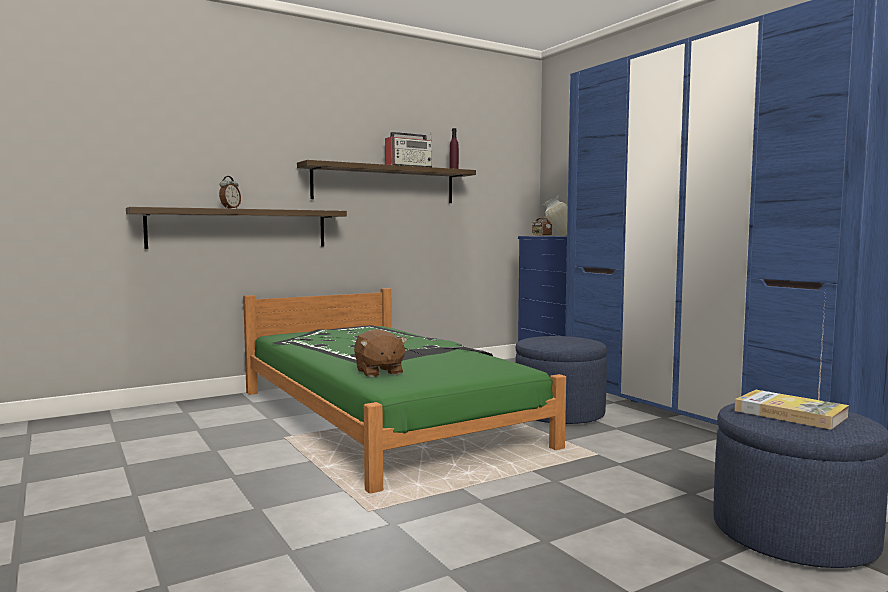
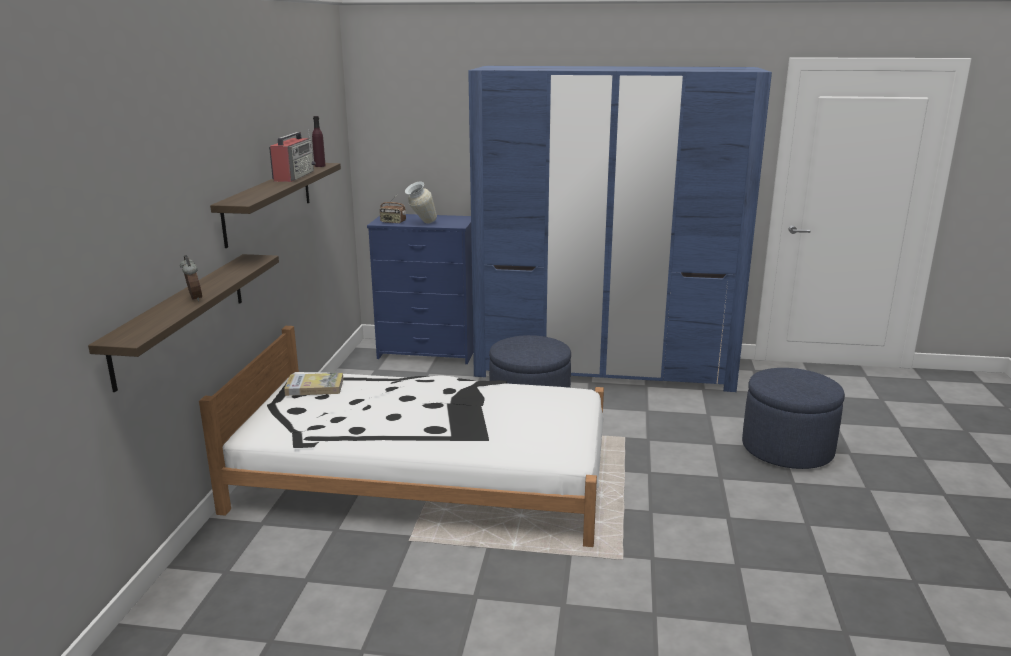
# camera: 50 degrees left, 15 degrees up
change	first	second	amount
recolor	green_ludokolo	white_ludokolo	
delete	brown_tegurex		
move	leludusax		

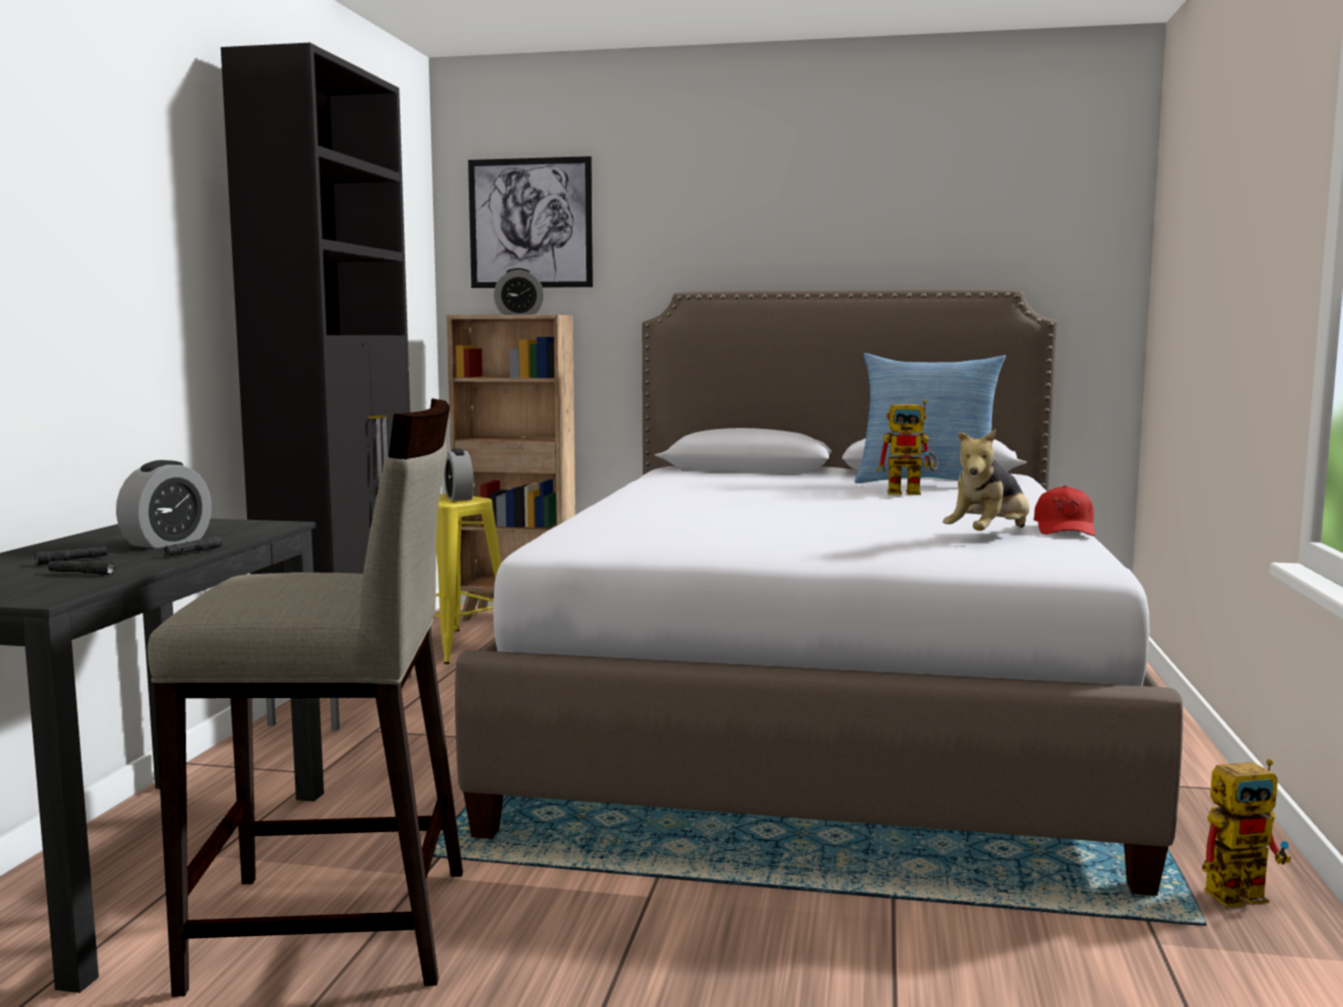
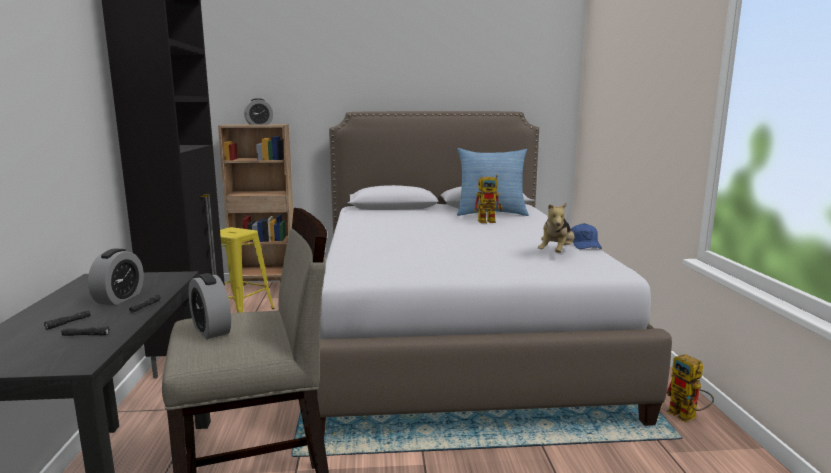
# camera: 15 degrees left, 5 degrees up
change	first	second	amount
move	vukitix (2nd from left)		
delete	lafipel		
recolor	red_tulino	blue_tulino	
rotate	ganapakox (2nd from left)		90 degrees clockwise

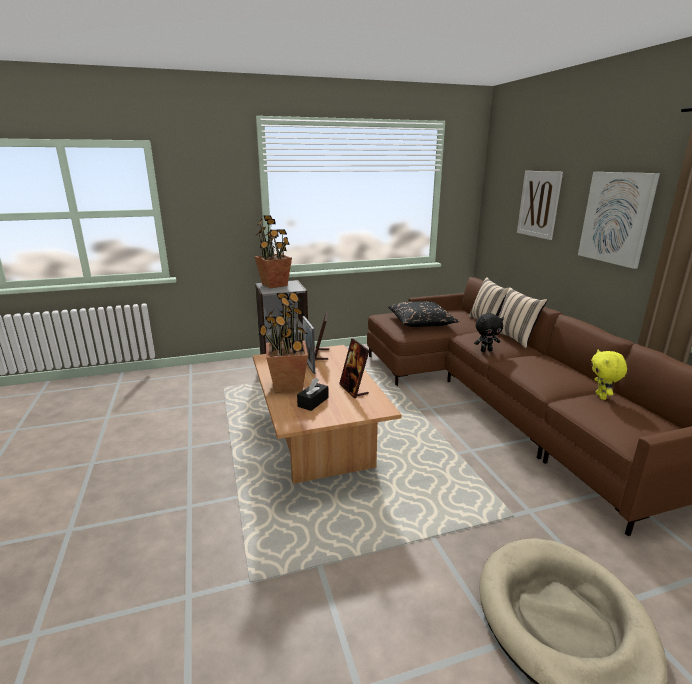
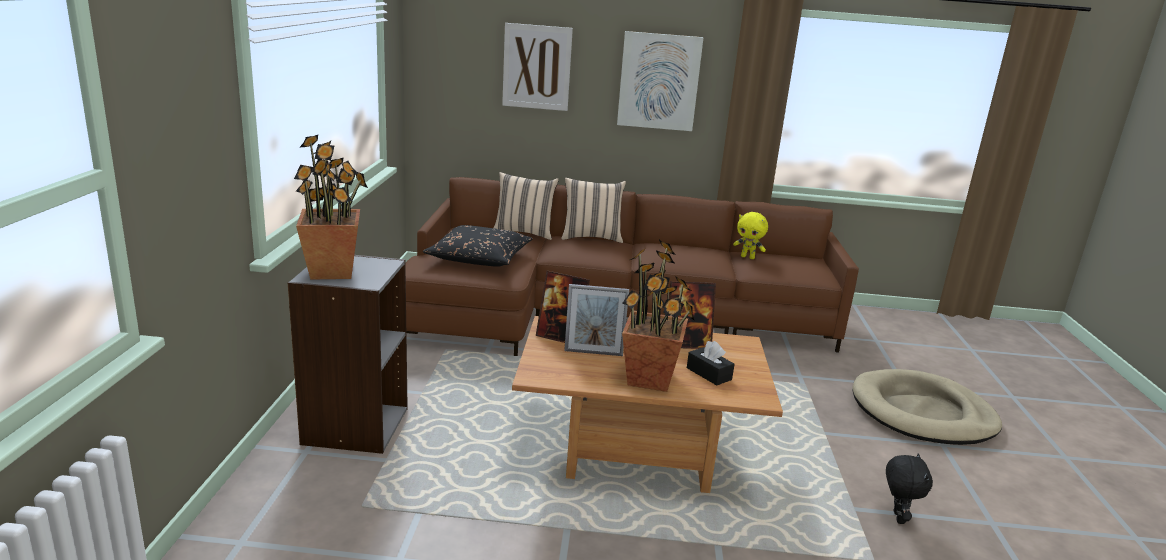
# camera: 70 degrees left, 0 degrees up
change	first	second	amount
move	black_tegurex		

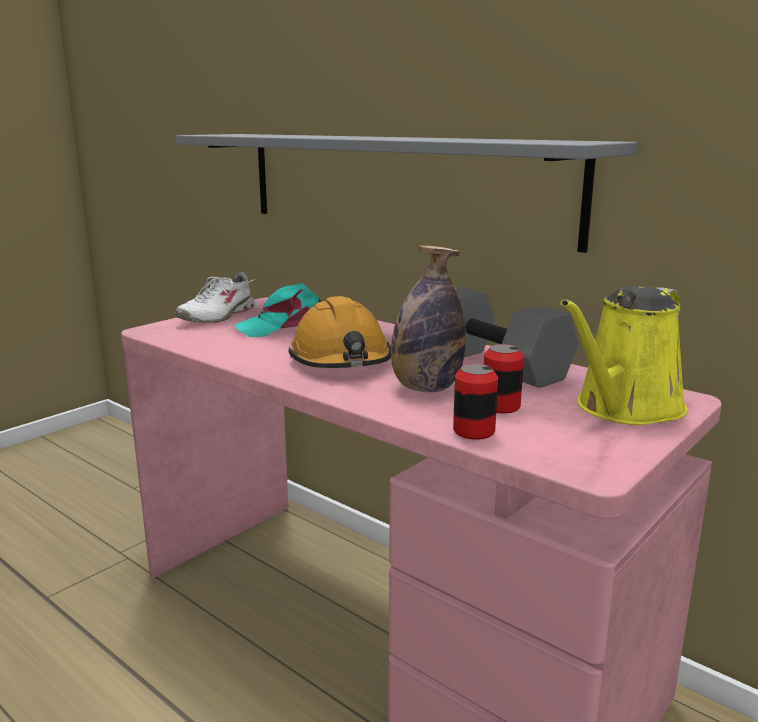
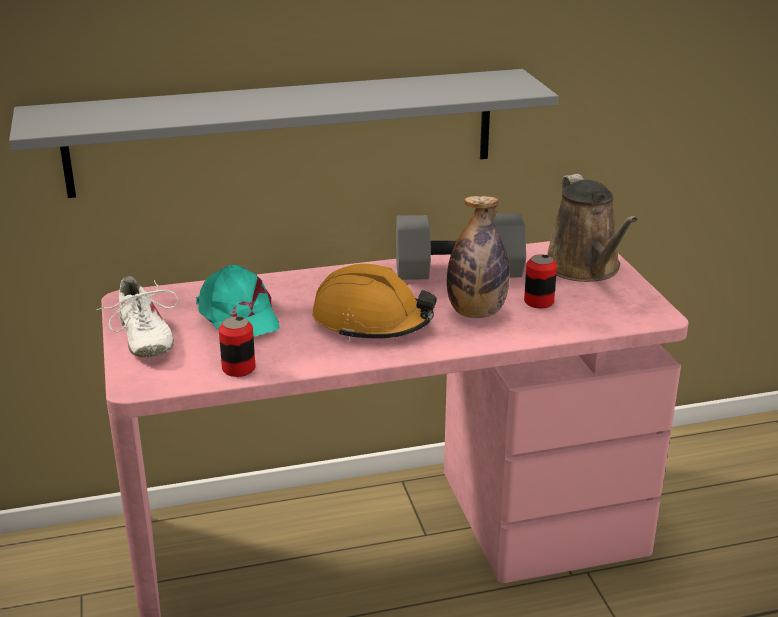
# camera: 55 degrees left, 10 degrees up
change	first	second	amount
rotate	turquoise_tulino		45 degrees counterclockwise
move	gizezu (1st from left)		
recolor	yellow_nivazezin	brown_nivazezin	

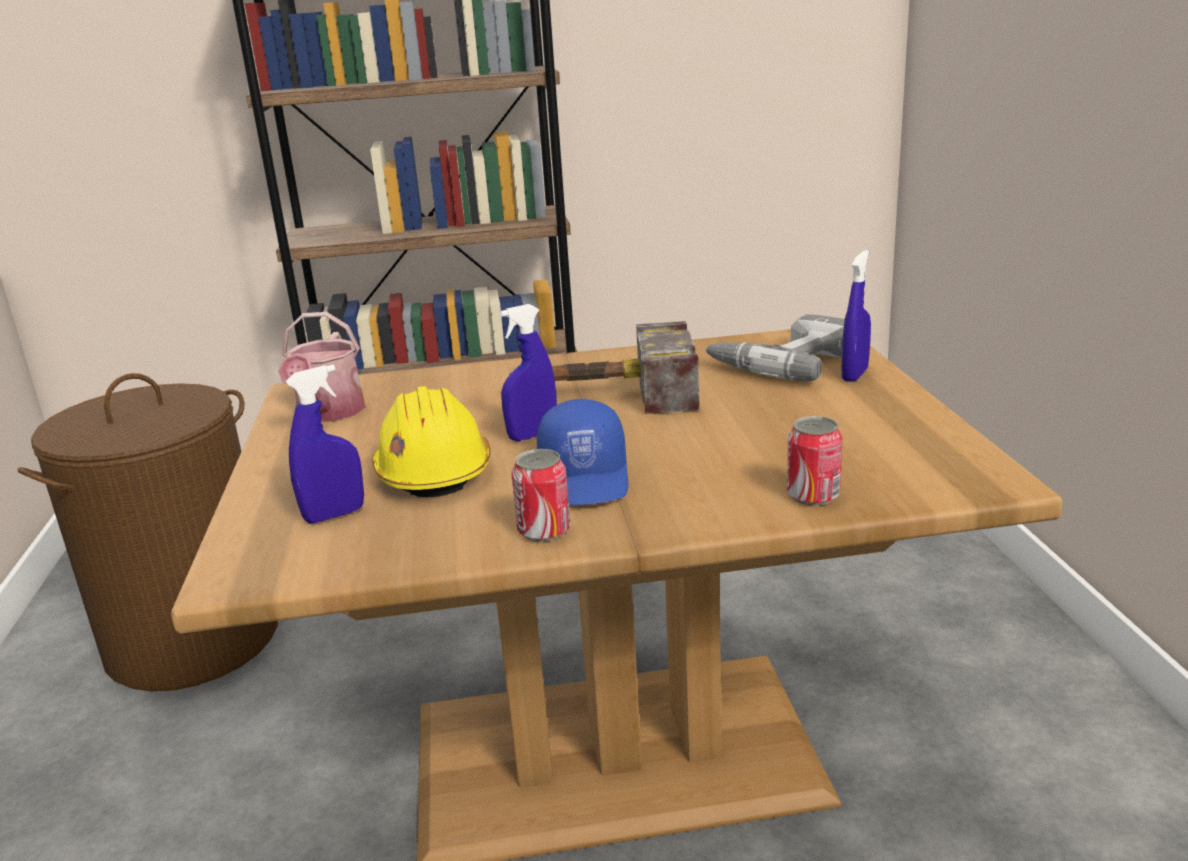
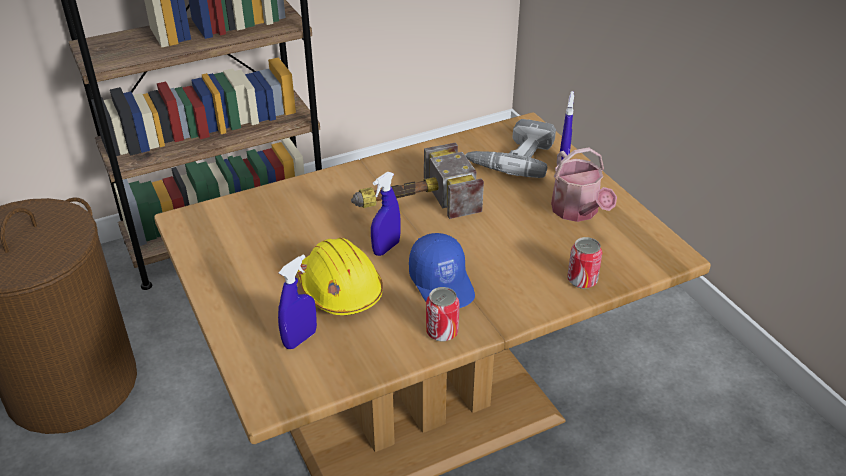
# camera: 20 degrees left, 15 degrees up
change	first	second	amount
move	nivazezin		

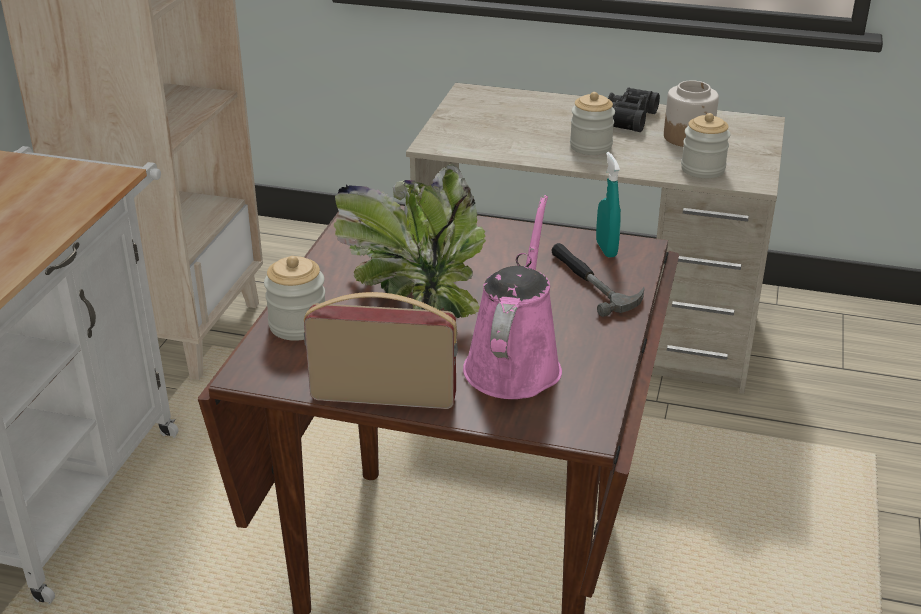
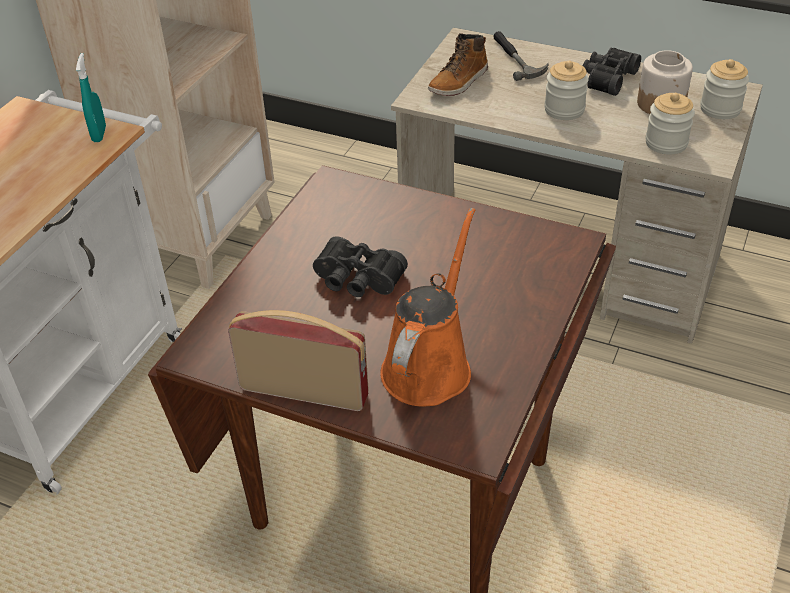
# camera: 10 degrees right, 10 degrees up
change	first	second	amount
move	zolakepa (1st from left in the first image)	zolakepa (4th from left)	
replace	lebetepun	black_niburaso (1st from left)	
recolor	pink_nivazezin	orange_nivazezin	
move	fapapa		
move	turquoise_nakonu		
insert		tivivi	

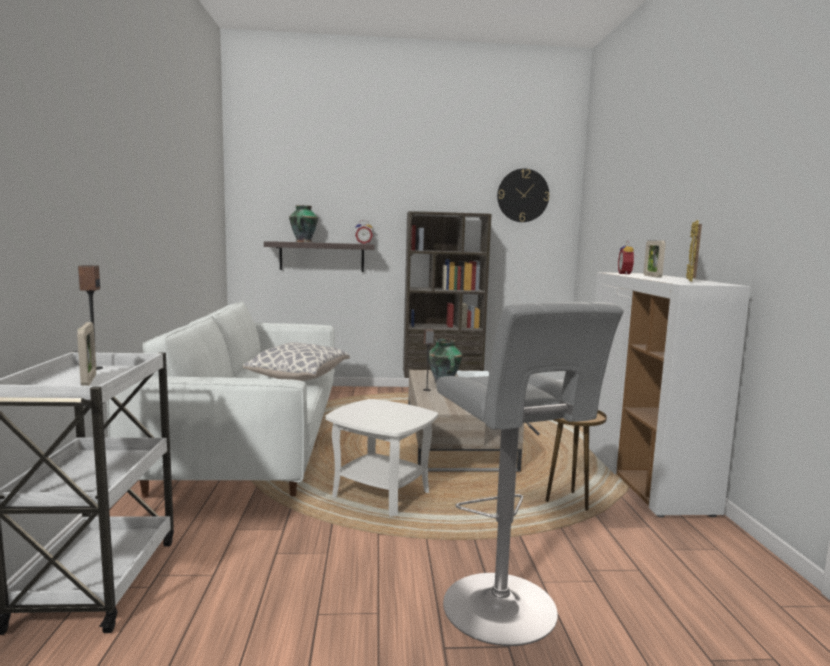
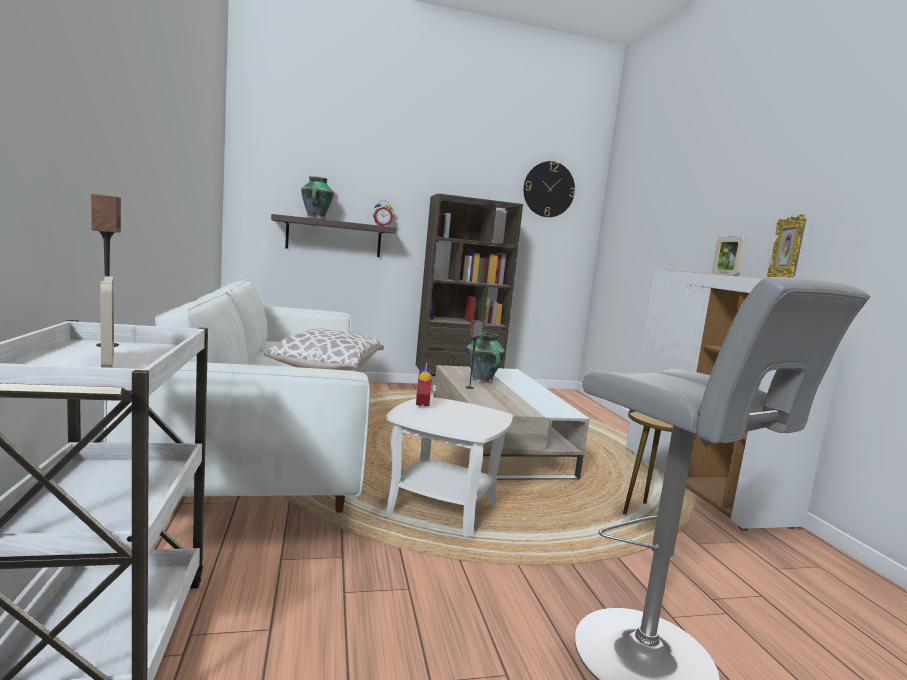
# camera: 10 degrees left, 0 degrees up
change	first	second	amount
move	vukitix (2nd from left)		

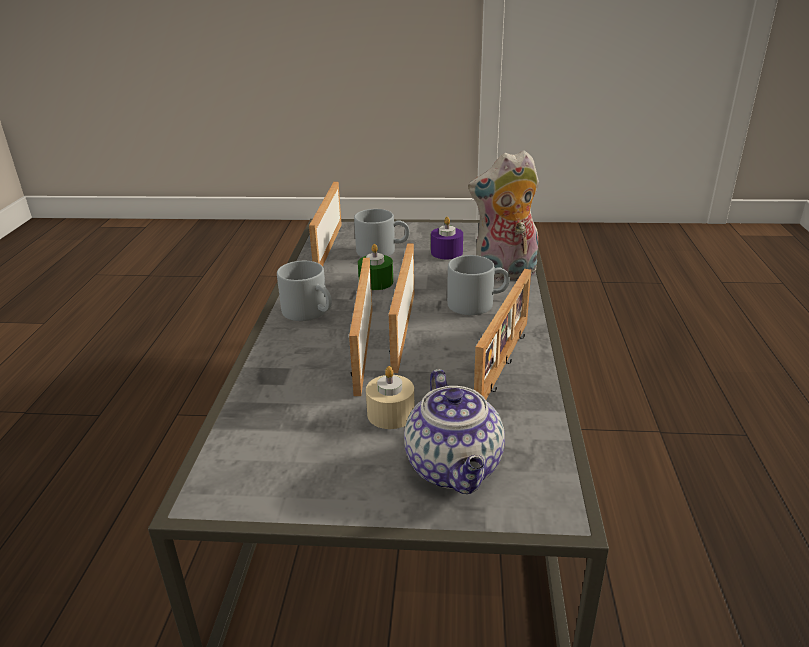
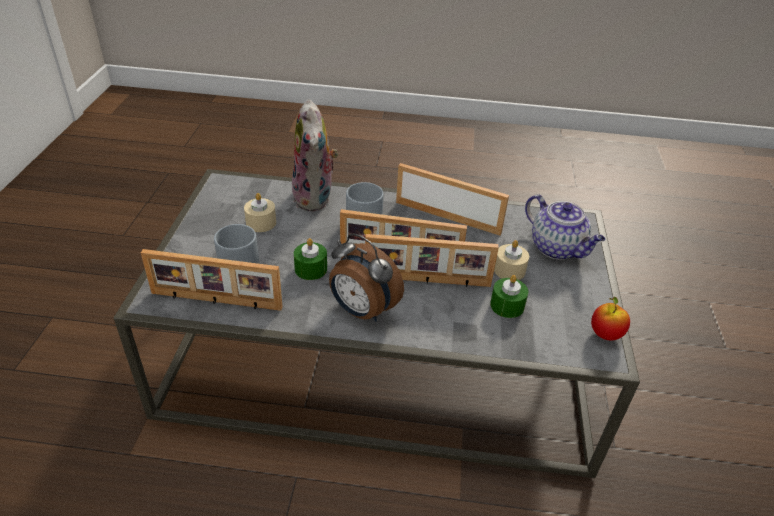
# camera: 90 degrees left, 10 degrees up
change	first	second	amount
replace	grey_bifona (1st from left)	vukitix	
rotate	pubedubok		60 degrees clockwise
recolor	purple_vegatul	beige_vegatul (1st from left)	
insert		green_vegatul (2nd from left)	
insert		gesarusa	

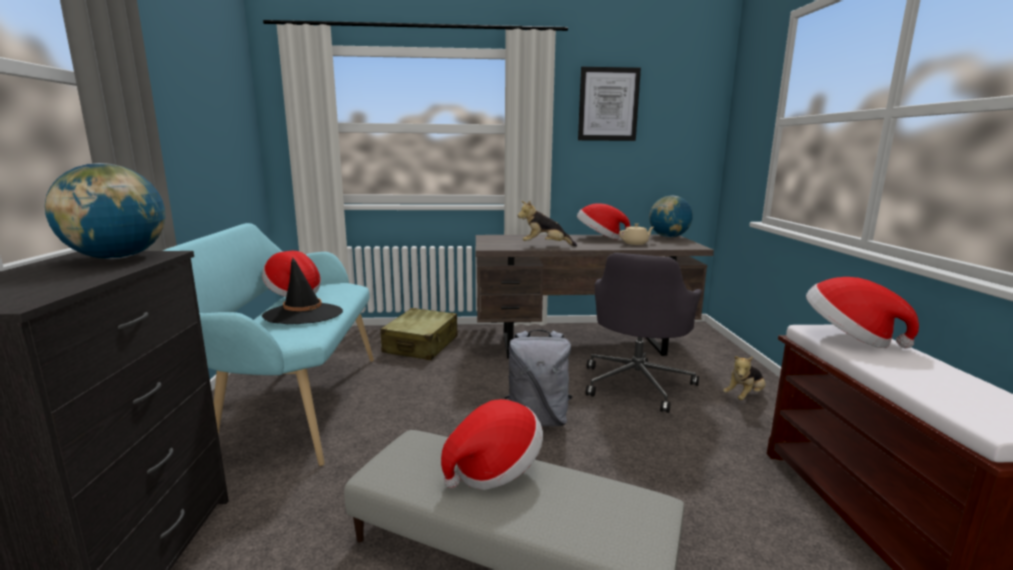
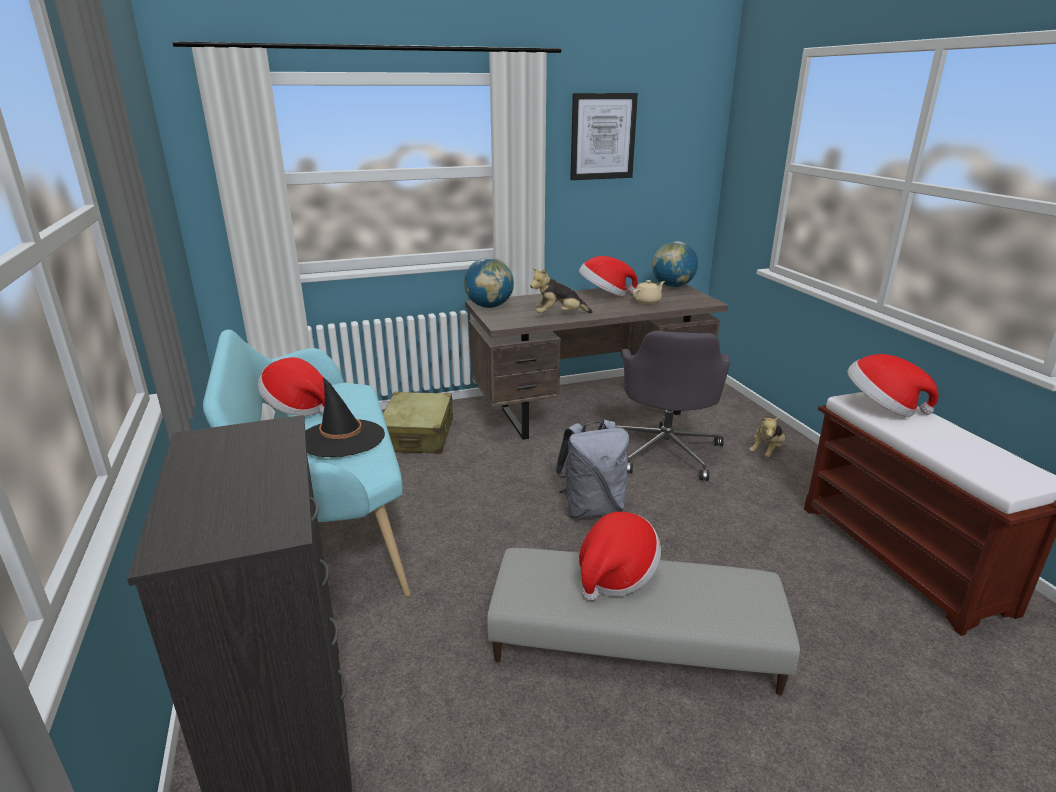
# camera: 15 degrees left, 10 degrees up
change	first	second	amount
move	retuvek (1st from left)		

